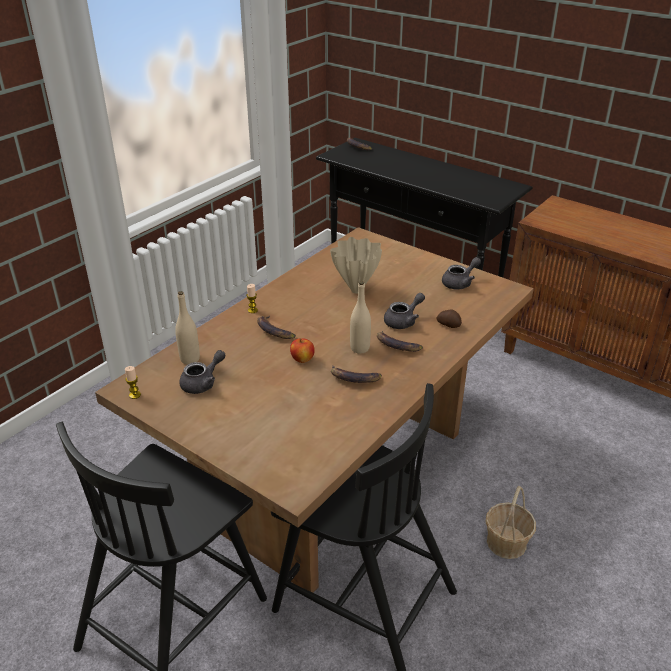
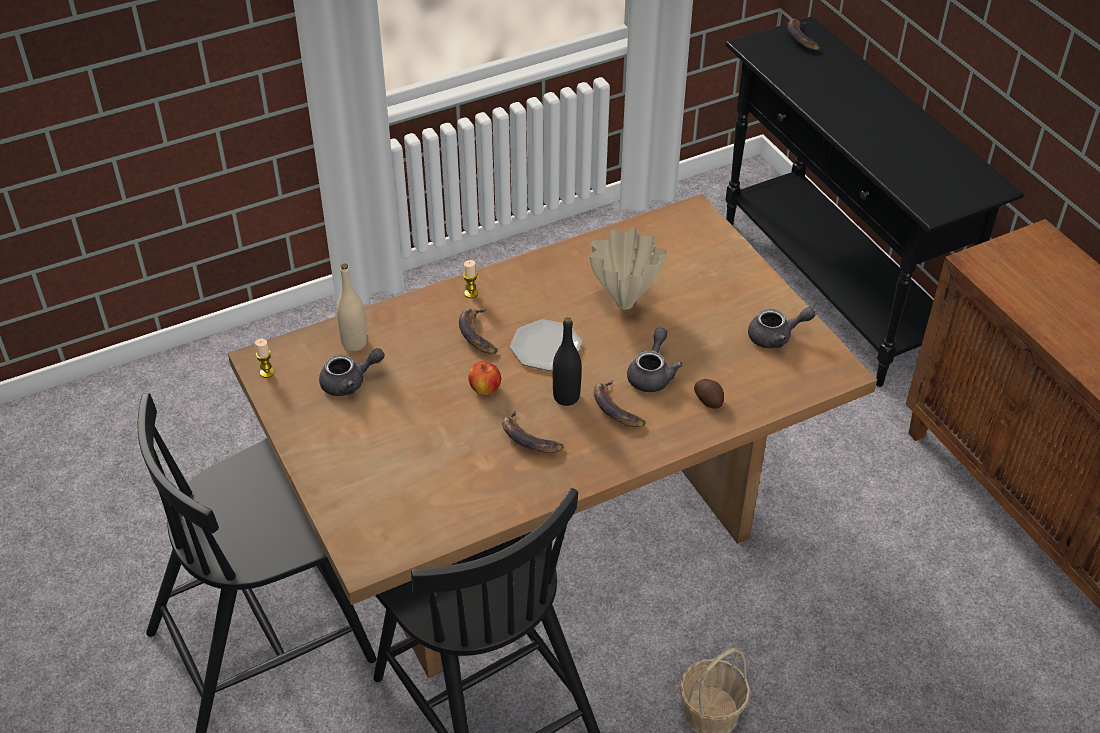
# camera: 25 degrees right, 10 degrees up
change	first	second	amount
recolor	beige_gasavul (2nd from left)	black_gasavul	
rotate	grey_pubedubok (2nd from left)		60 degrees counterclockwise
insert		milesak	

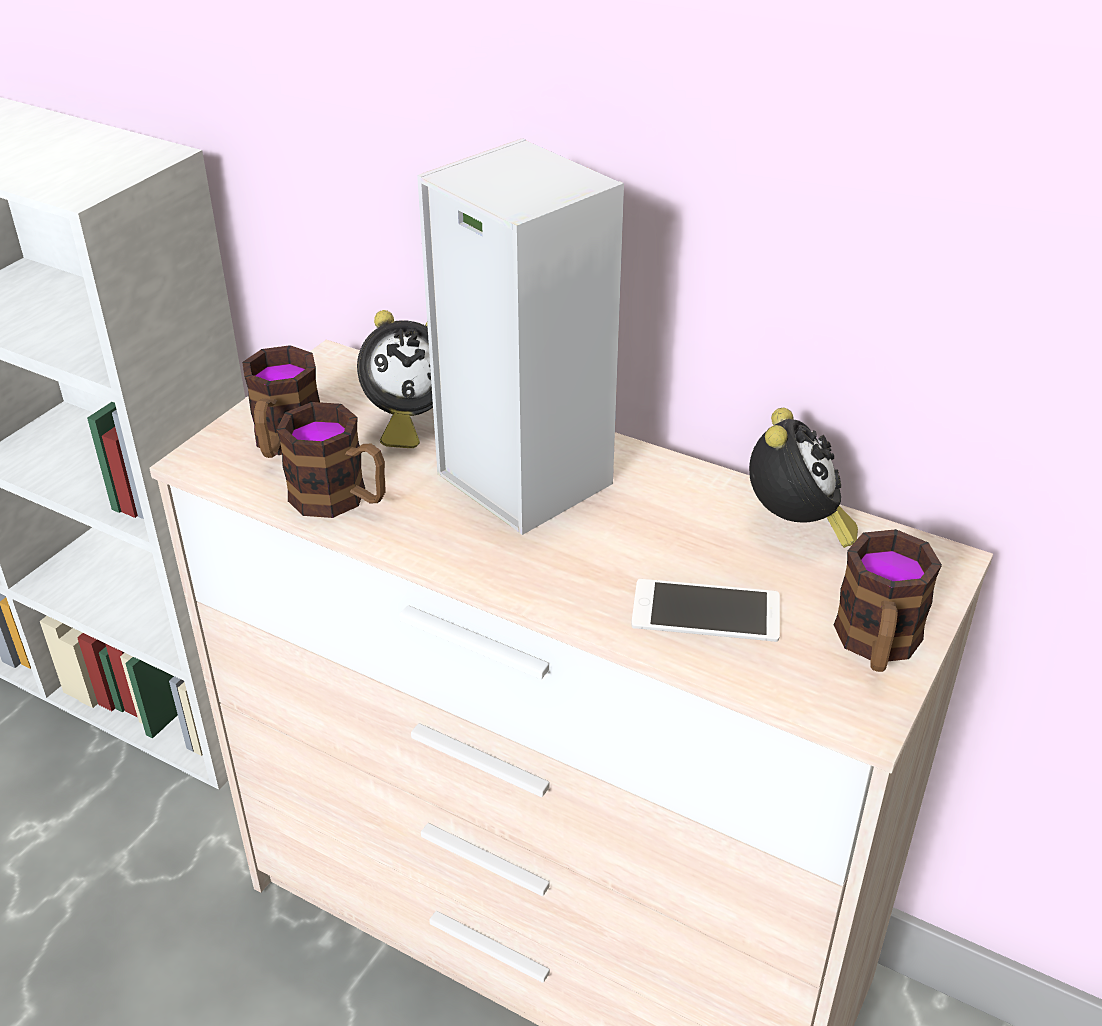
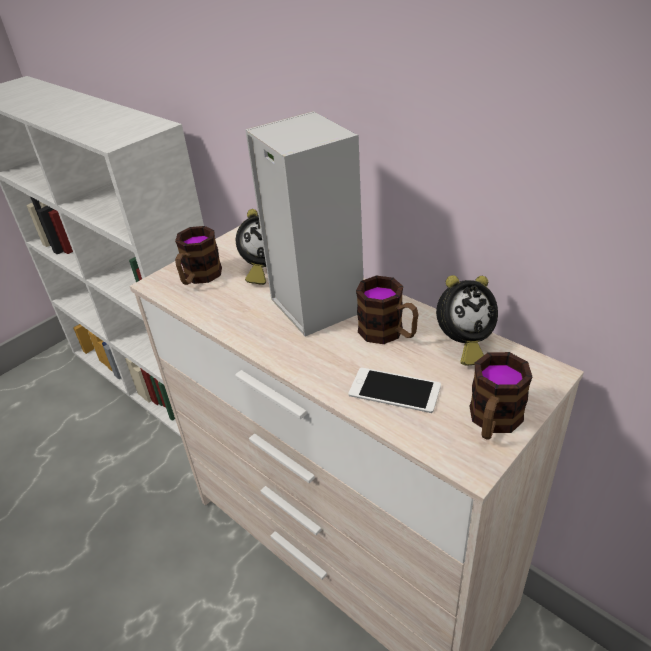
# camera: 15 degrees right, 0 degrees up
change	first	second	amount
move	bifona (2nd from left)		
rotate	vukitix (2nd from left)		45 degrees clockwise

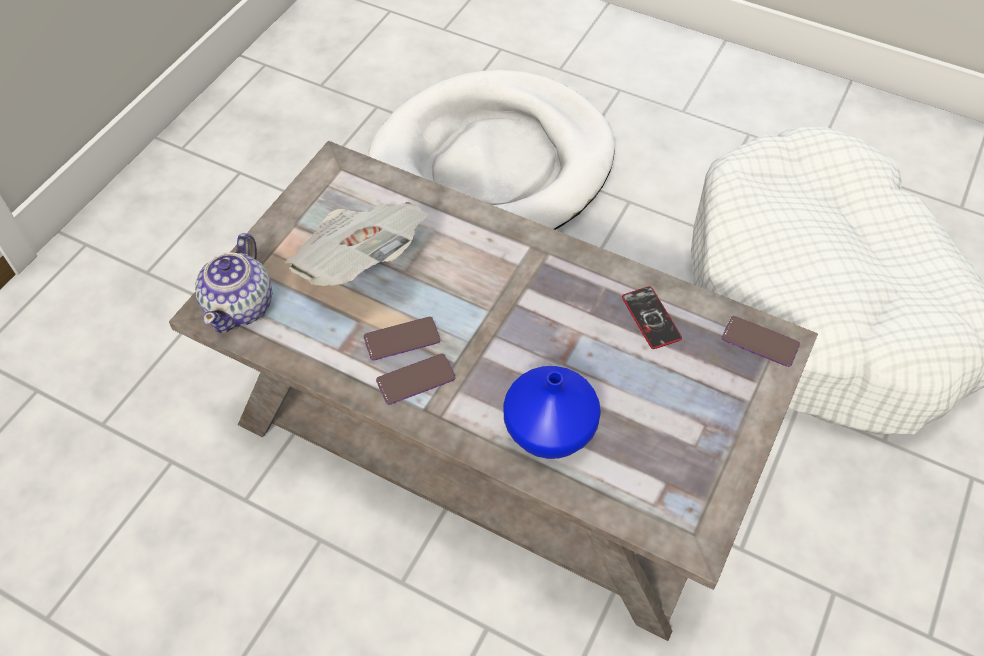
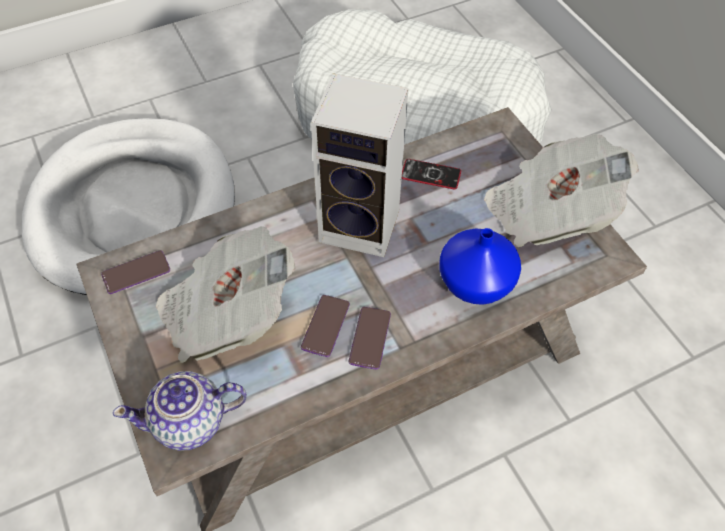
# camera: 55 degrees left, 0 degrees up
change	first	second	amount
rotate	pubedubok		120 degrees clockwise
move	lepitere (4th from left in the first image)	lepitere (1st from left)	
insert		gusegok	
insert		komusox (2nd from left)	

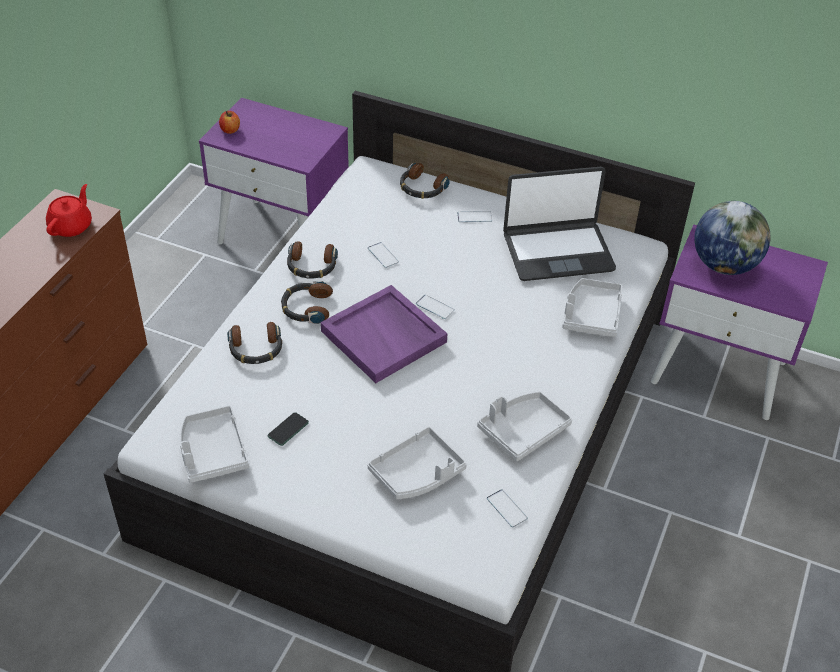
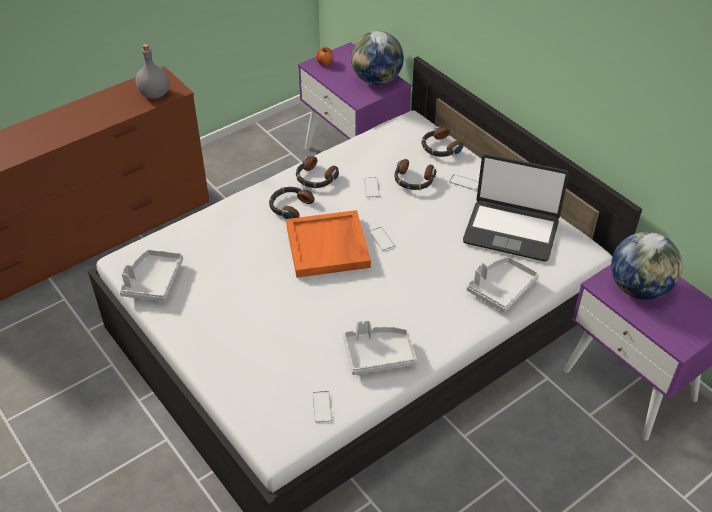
# camera: 30 degrees right, 0 degrees up
change	first	second	amount
replace	red_pubedubok	grey_gasavul	
move	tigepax (1st from left in the first image)	tigepax (3rd from left)	
delete	lepitere (1st from left)		
recolor	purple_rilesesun	orange_rilesesun	
delete	grey_rilesesun (2nd from left)		
insert		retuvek (1st from left)	

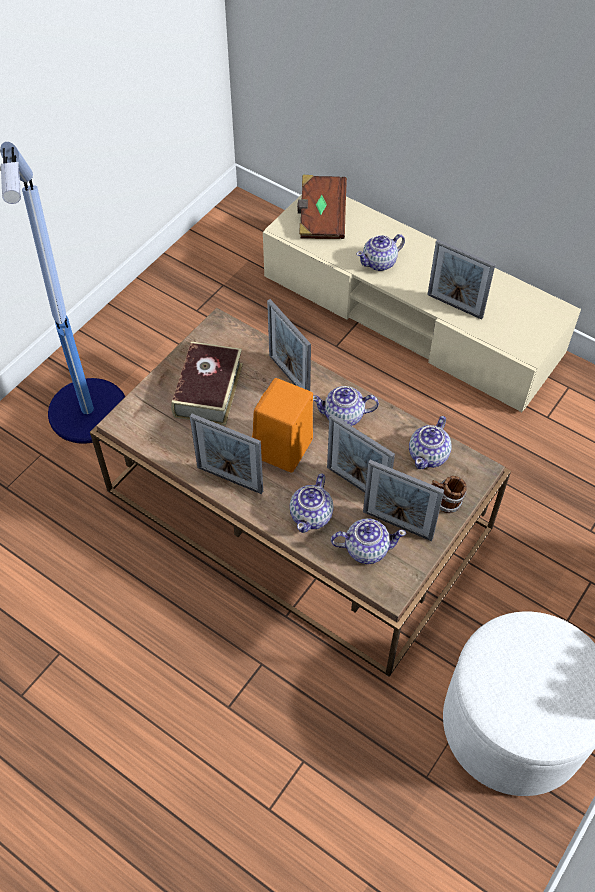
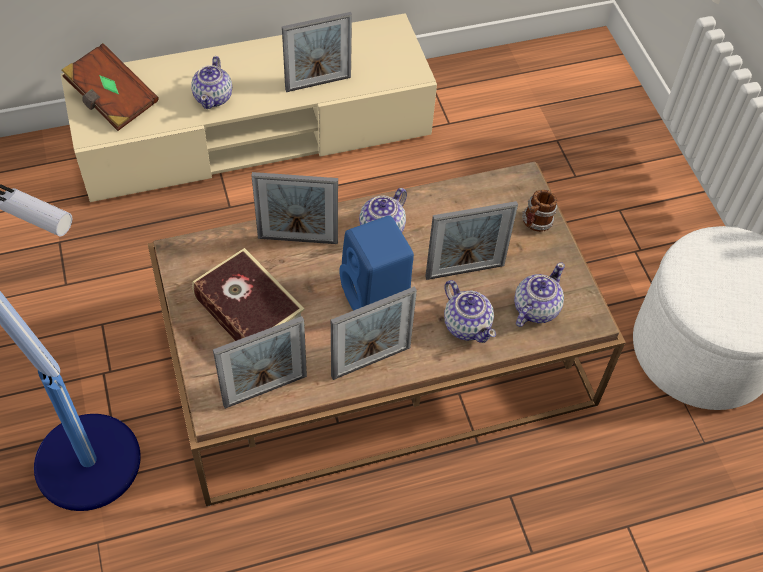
# camera: 55 degrees left, 0 degrees up
change	first	second	amount
recolor	orange_gusegok	blue_gusegok	
move	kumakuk (4th from left in the first image)	kumakuk (1st from left)	
delete	pubedubok (5th from left)		

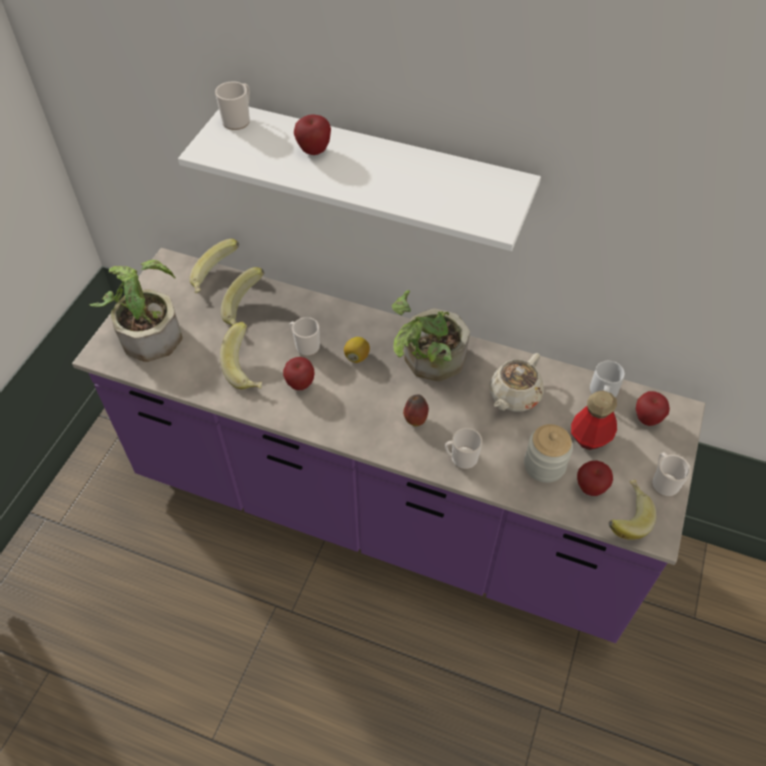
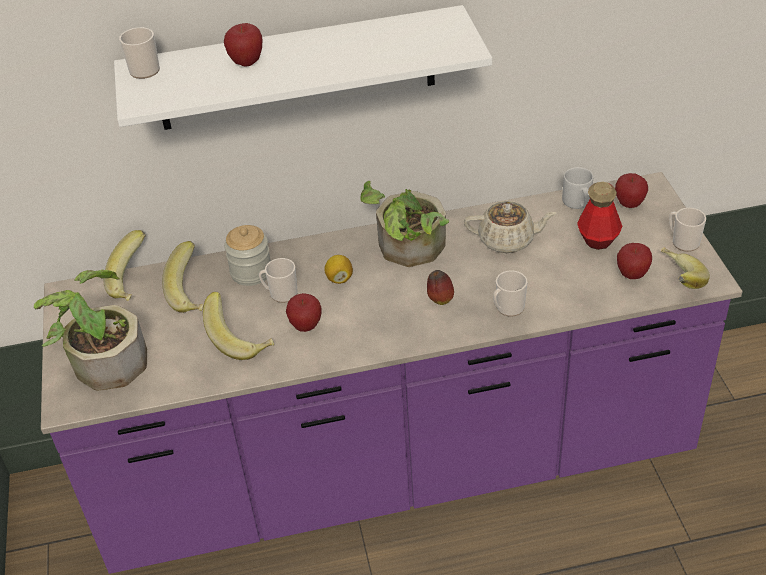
# camera: 30 degrees left, 10 degrees down
change	first	second	amount
rotate	beige_pubedubok		90 degrees counterclockwise
move	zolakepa		

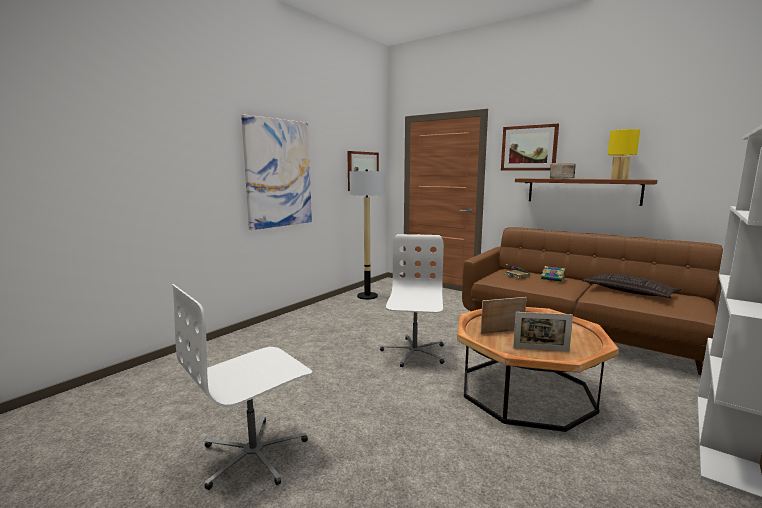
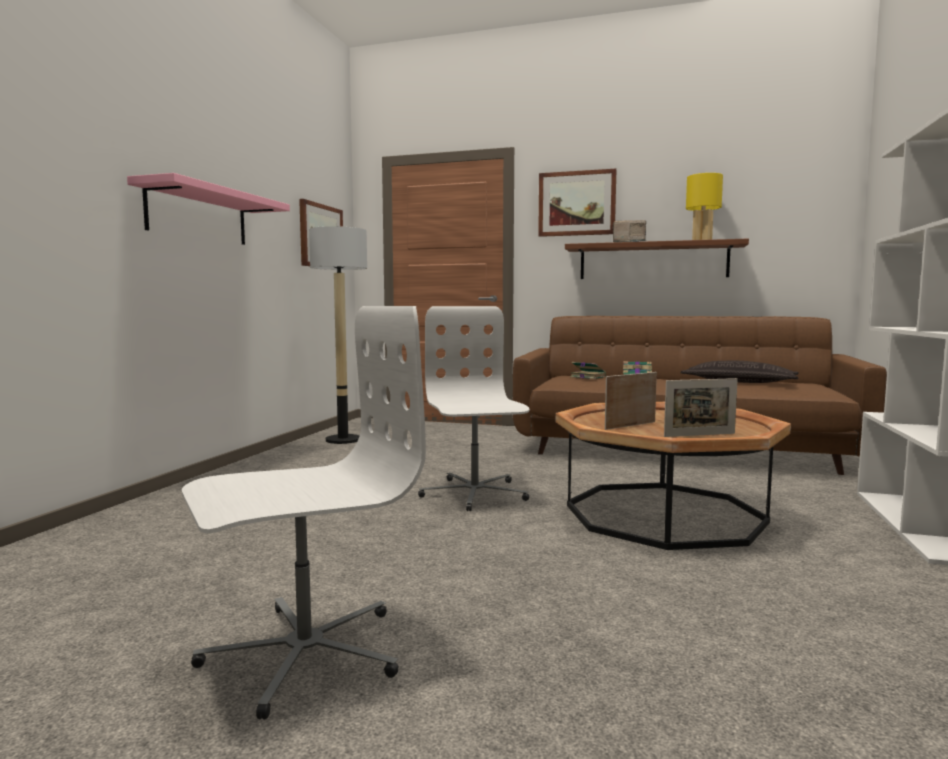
# camera: 20 degrees left, 5 degrees down
change	first	second	amount
rotate	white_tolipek (1st from left)		150 degrees counterclockwise
replace	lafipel (1st from left)	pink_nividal	

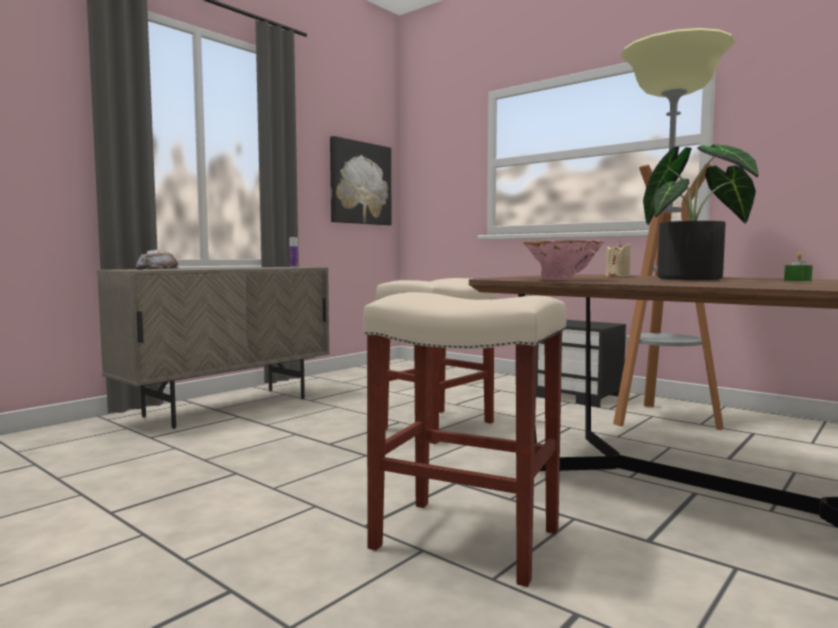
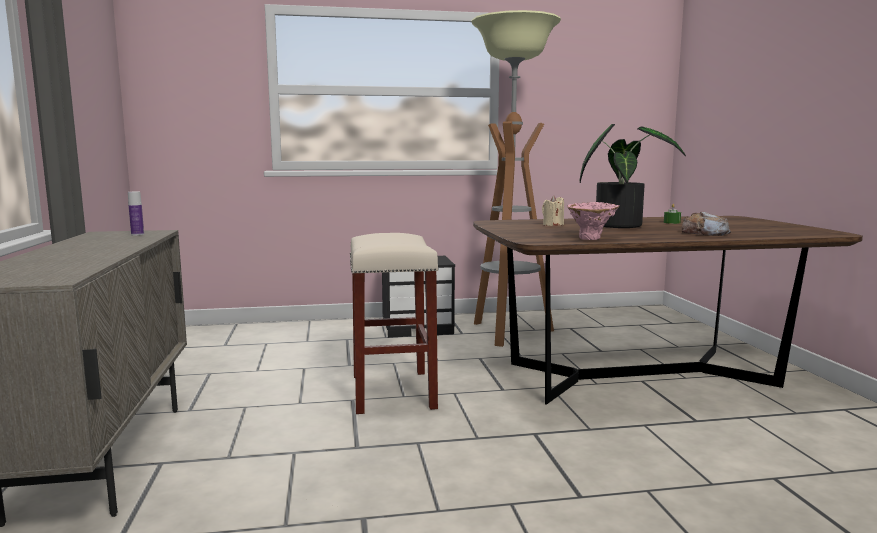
# camera: 50 degrees left, 5 degrees up
change	first	second	amount
move	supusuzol		
delete	lafipel		
delete	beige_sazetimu (2nd from left)		

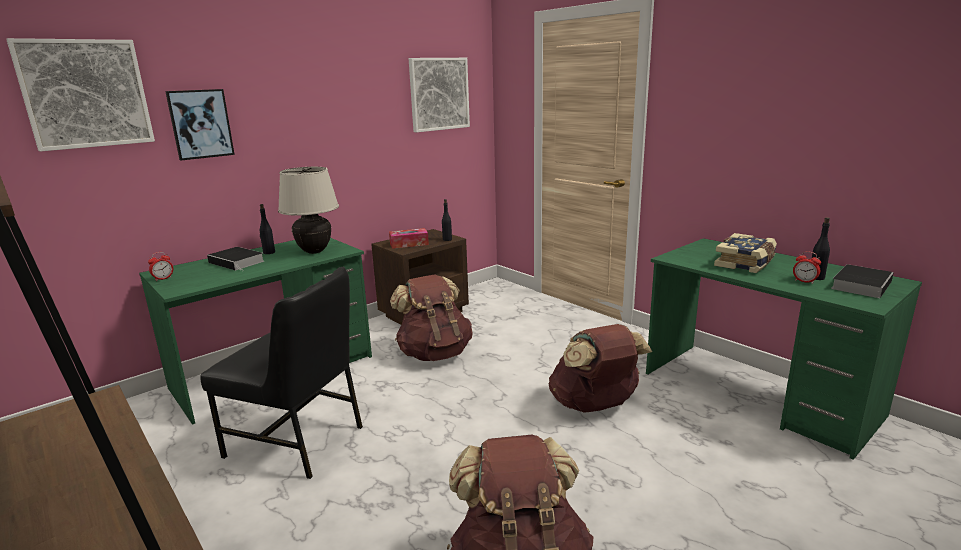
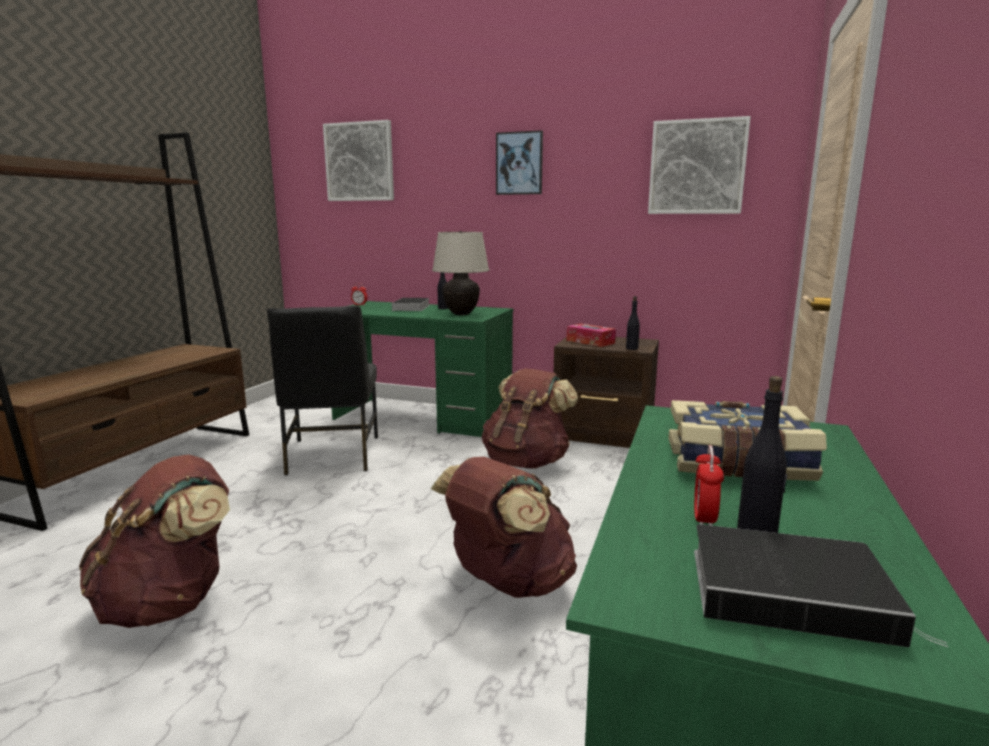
# camera: 60 degrees right, 5 degrees down
change	first	second	amount
move	lafipel (2nd from left)		

